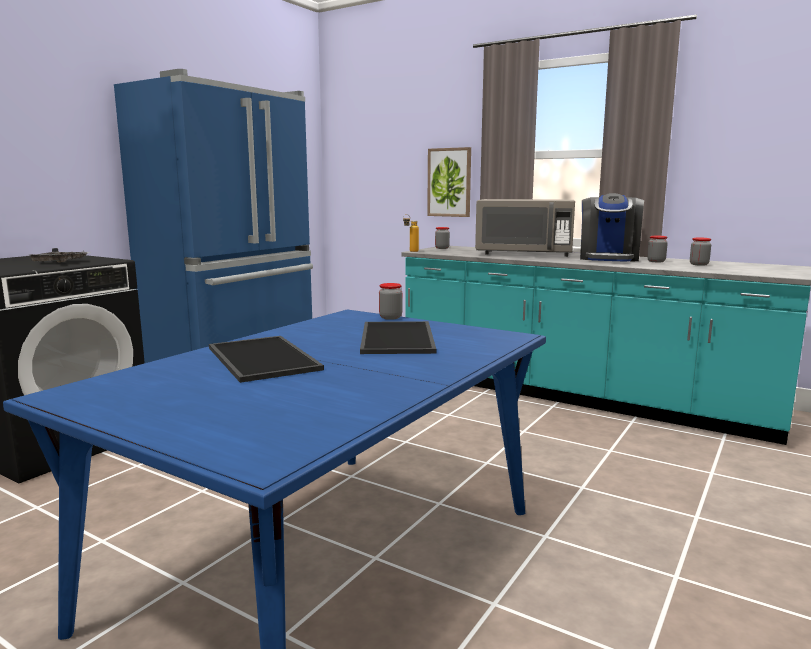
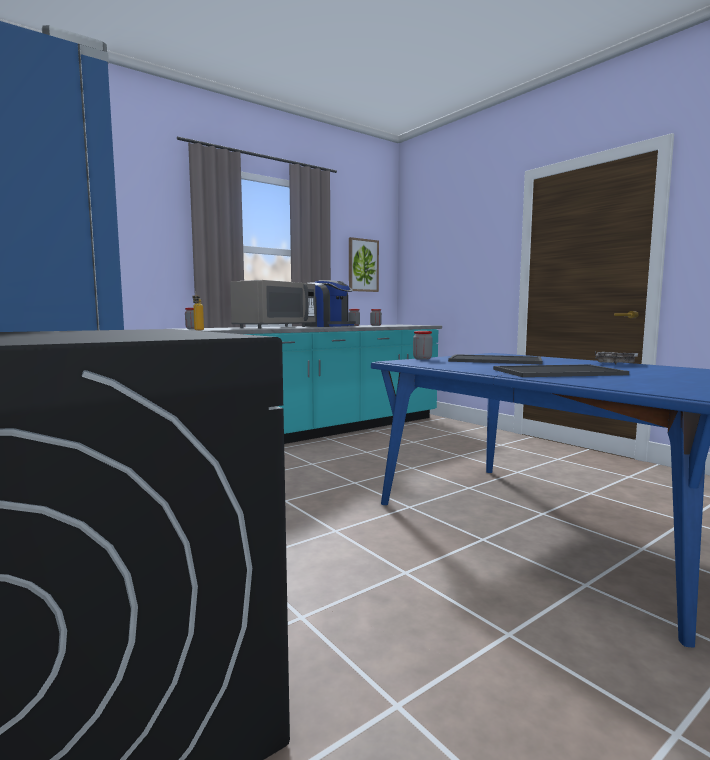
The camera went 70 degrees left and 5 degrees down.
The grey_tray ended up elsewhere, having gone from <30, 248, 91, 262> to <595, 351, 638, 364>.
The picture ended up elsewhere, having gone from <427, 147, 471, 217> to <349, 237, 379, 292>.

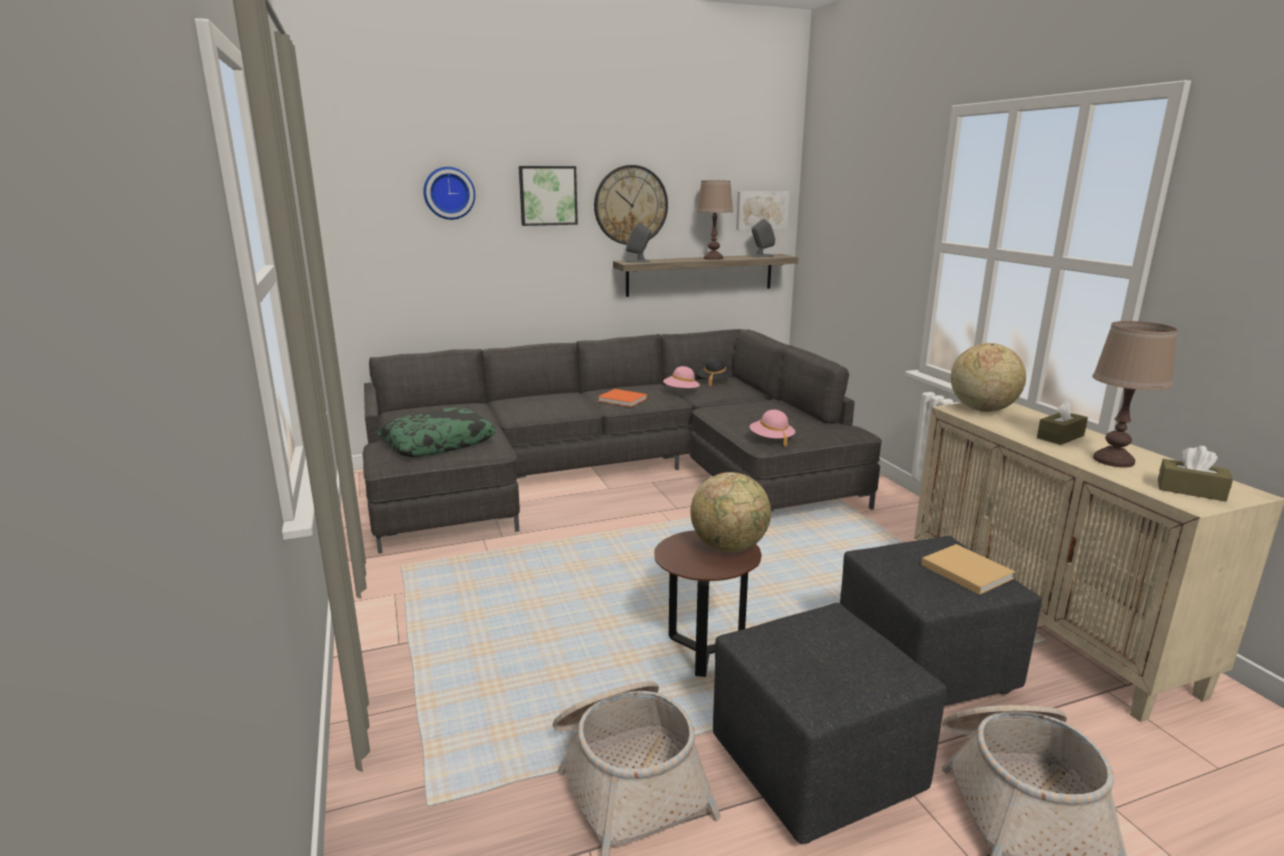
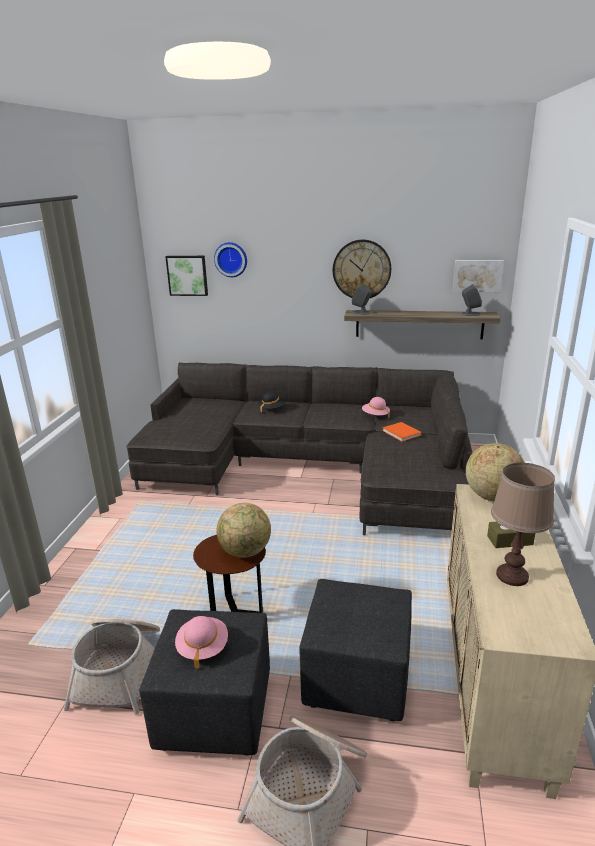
The camera went 30 degrees right and 5 degrees up.
The second view lost the pillow at <377, 408, 496, 457>.
The picture ended up elsewhere, having gone from <519, 166, 578, 226> to <165, 256, 208, 296>.
The orange_book ended up elsewhere, having gone from <598, 389, 647, 407> to <382, 422, 422, 442>.
The second view lost the brown_table_lamp at <697, 180, 733, 260>.
The black_hat ended up elsewhere, having gone from <698, 358, 733, 386> to <258, 391, 285, 413>.
The pink_hat ended up elsewhere, having gone from <750, 410, 795, 447> to <175, 616, 228, 669>.
The second view lost the beige_book at <921, 544, 1015, 595>.
The second view lost the brown_tissue_box at <1158, 446, 1233, 502>.

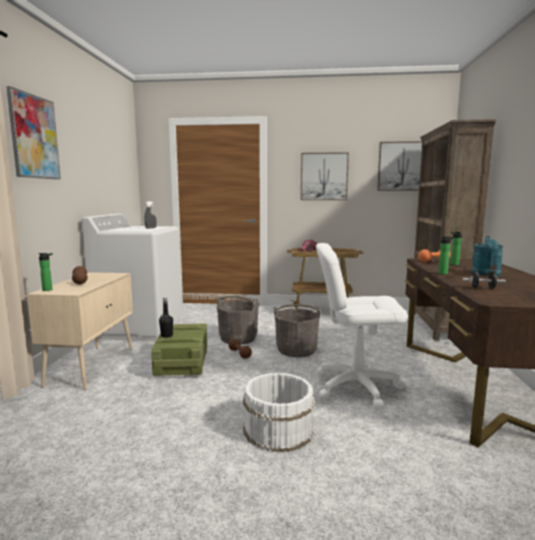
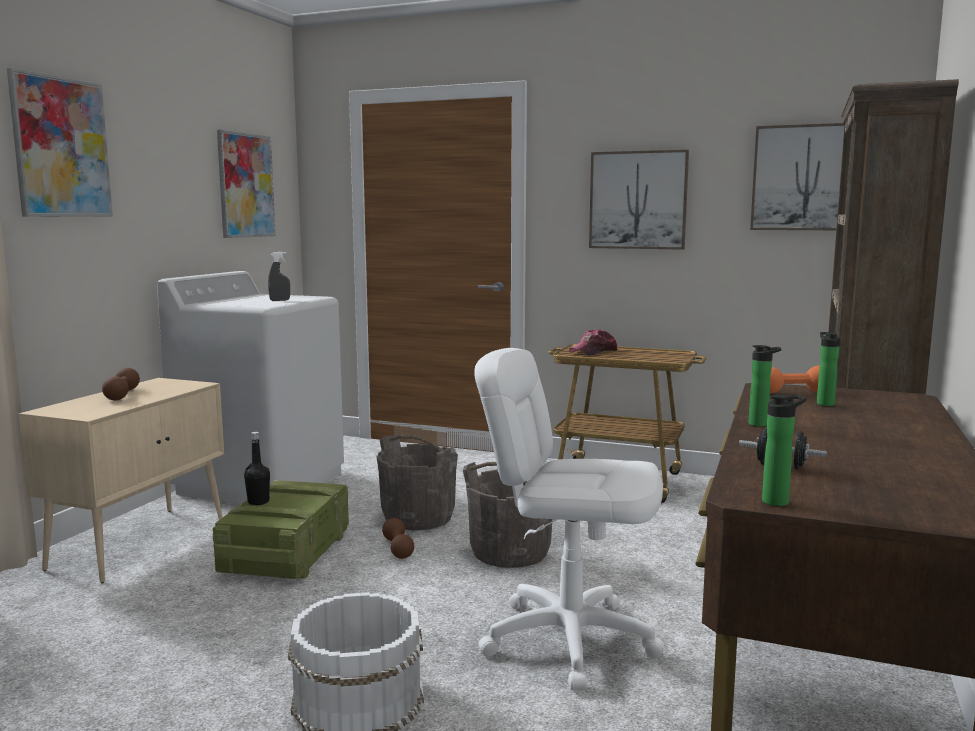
The camera went 15 degrees right and 0 degrees up.
The bottle ended up elsewhere, having gone from <38, 253, 53, 291> to <762, 394, 807, 506>.
The second view lost the turquoise_watering_can at <472, 236, 503, 276>.
The second view gained the picture at <217, 130, 276, 238>.

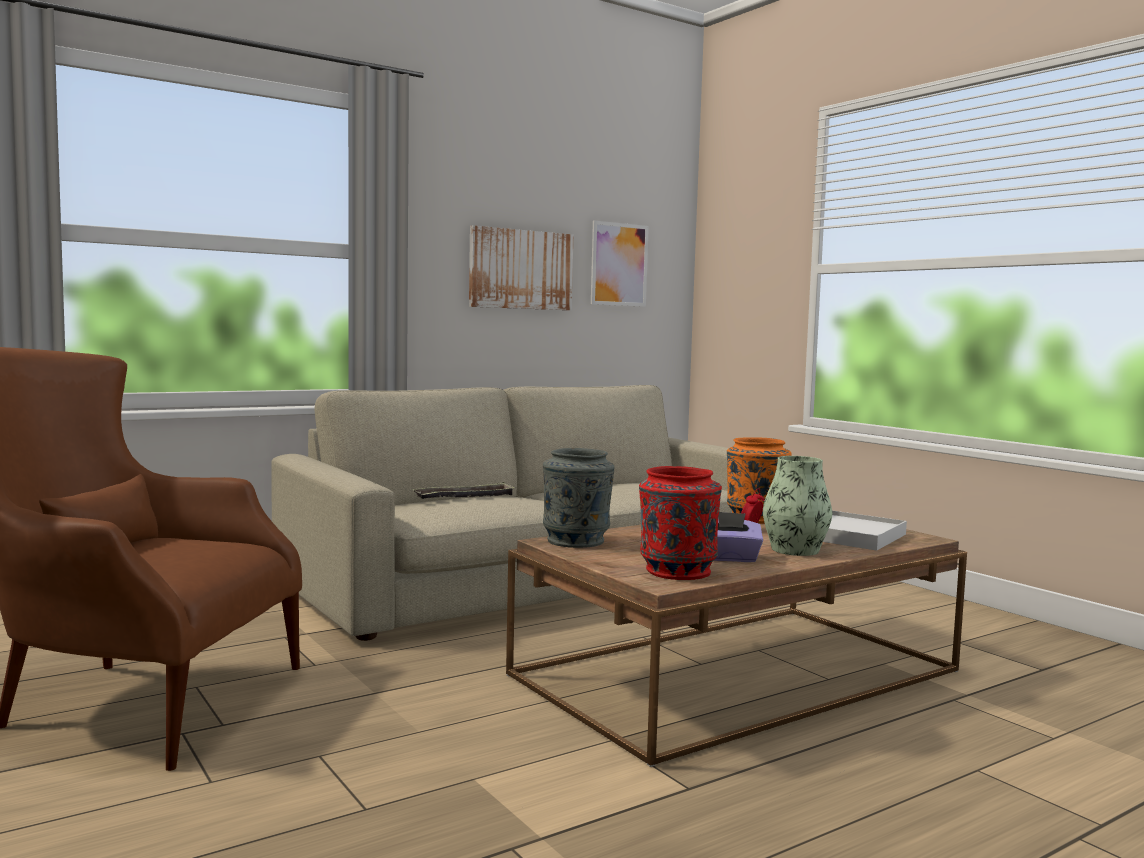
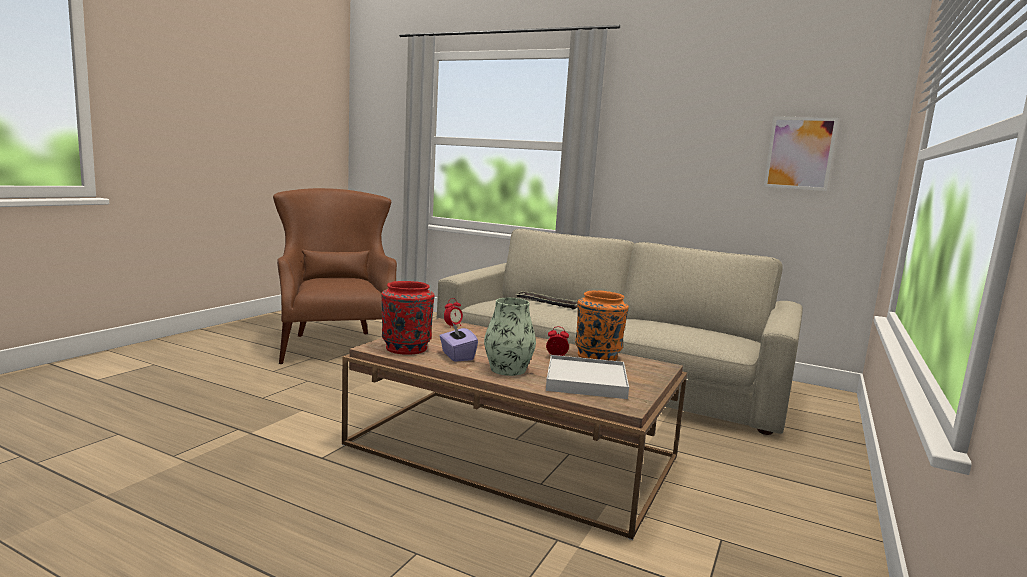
The camera went 60 degrees right and 5 degrees up.
The second view lost the picture at <469, 225, 573, 310>.
Where the grey_vase stood at <543, 448, 614, 548>, the alarm_clock came to stand at <444, 298, 463, 328>.

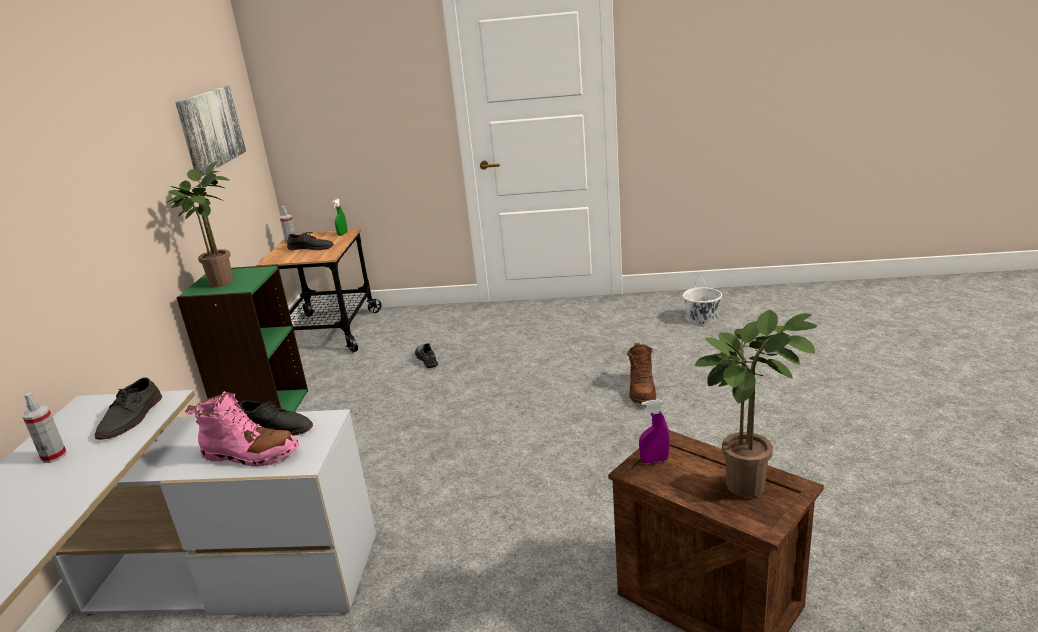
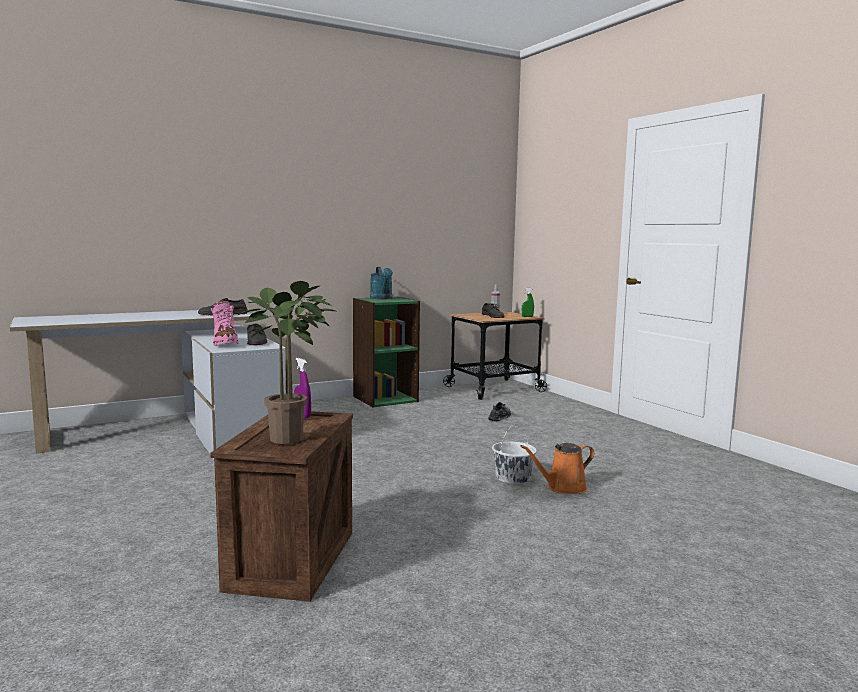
The camera went 55 degrees right and 15 degrees down.
The second view lost the spray_bottle at <22, 392, 67, 463>.
Where the potted_plant stood at <166, 161, 233, 287>, the turquoise_watering_can came to stand at <370, 267, 393, 299>.
The second view lost the picture at <175, 85, 246, 176>.
Where the brown_boot stood at <627, 342, 656, 404>, the orange_watering_can came to stand at <520, 443, 594, 494>.
The white_bucket ended up elsewhere, having gone from <683, 276, 722, 324> to <492, 425, 537, 484>.

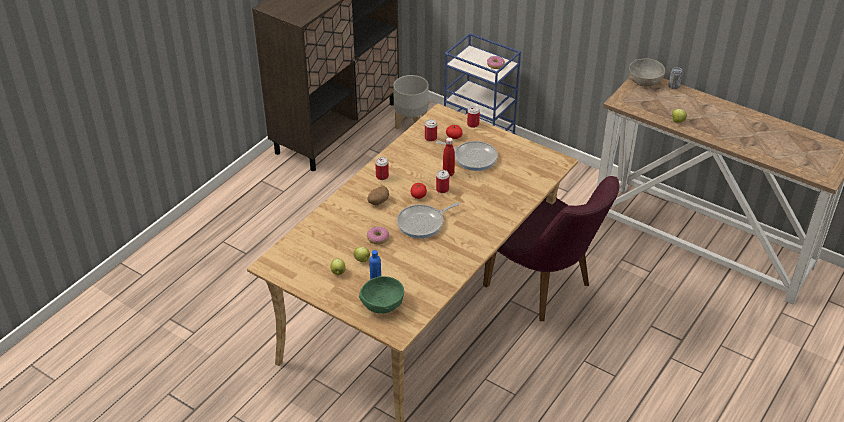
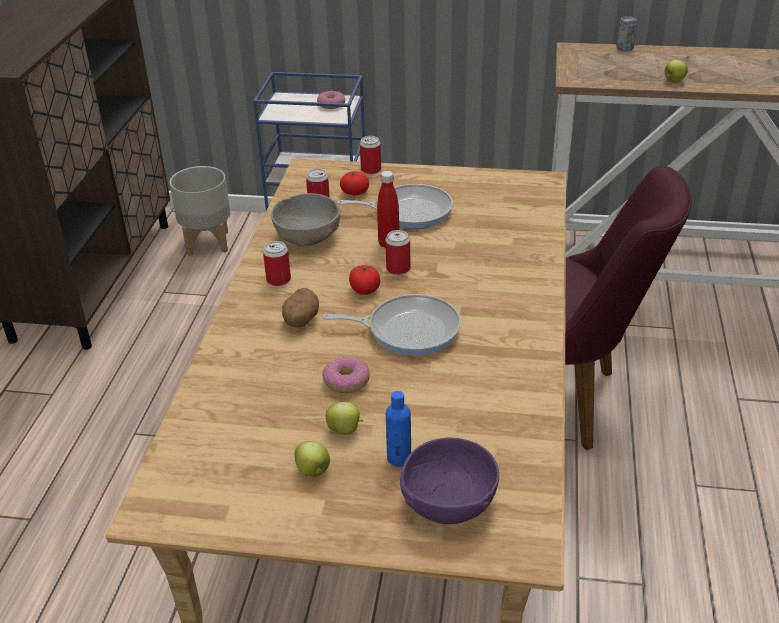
The camera went 25 degrees left and 5 degrees down.
What was the green_bowl at <359, 276, 404, 313> turned into the purple_bowl at <400, 437, 499, 524>.
The frying_pan at <397, 202, 460, 238> ended up facing another way, 120 degrees counterclockwise from before.
The grey_bowl ended up elsewhere, having gone from <629, 58, 665, 87> to <271, 193, 341, 246>.

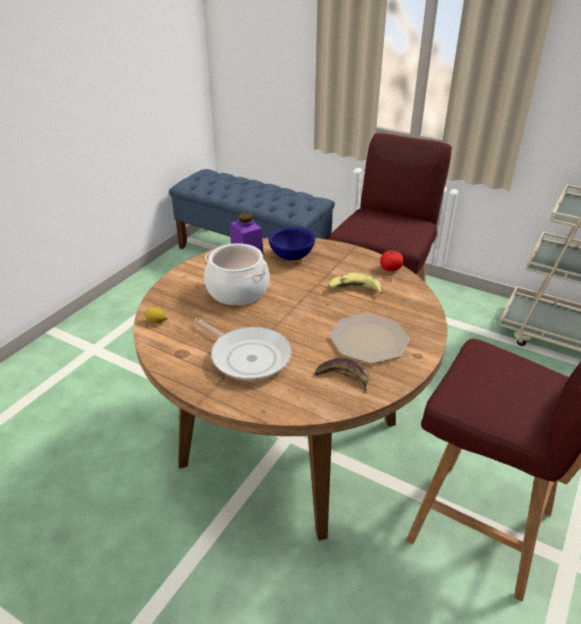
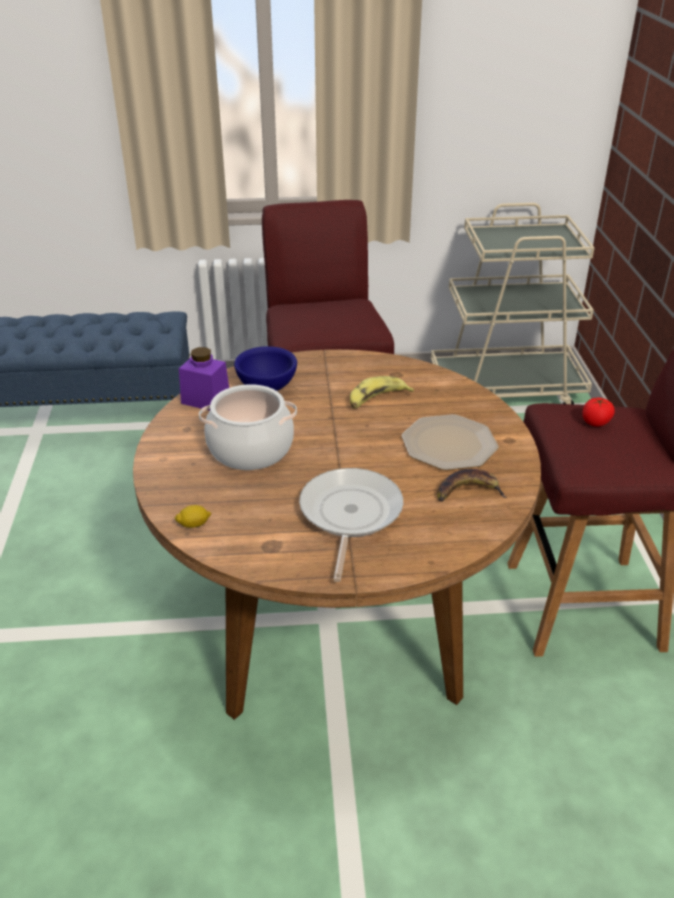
The camera went 35 degrees left and 0 degrees up.
The frying_pan at <194, 318, 292, 381> ended up facing another way, 90 degrees counterclockwise from before.
The tomato ended up elsewhere, having gone from <380, 250, 404, 271> to <582, 398, 615, 427>.

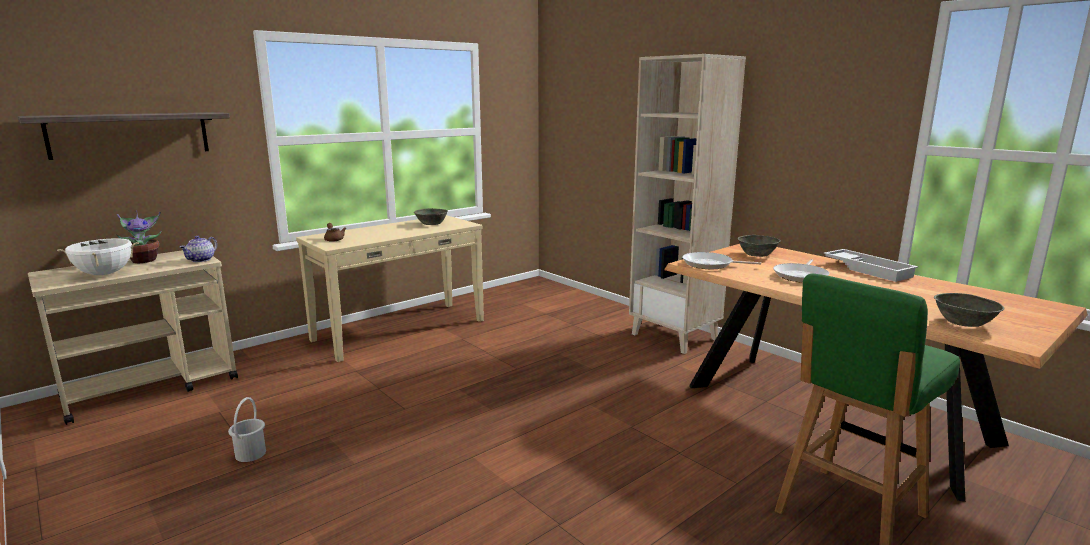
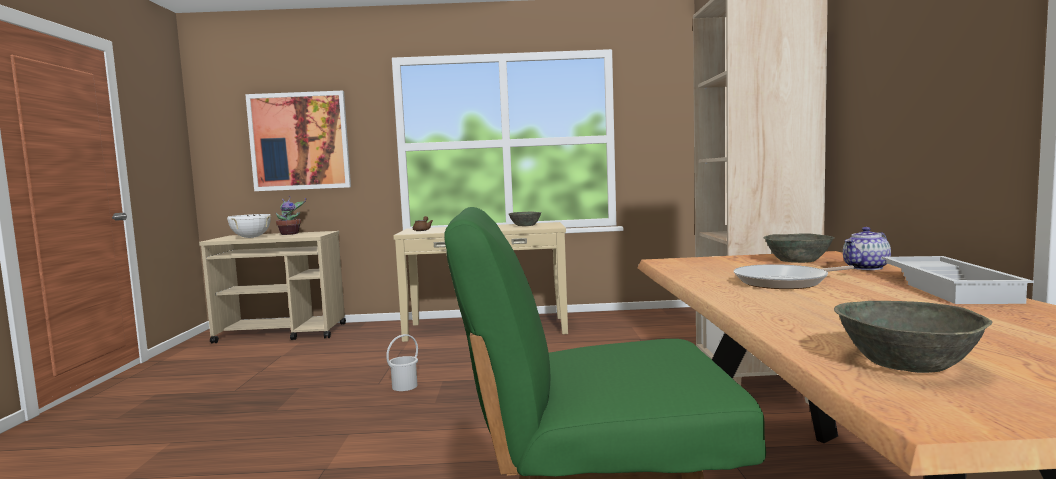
The camera went 40 degrees right and 10 degrees down.
Where the shelf hung at <18, 112, 230, 160>, the picture came to hang at <245, 91, 351, 191>.
The teapot ended up elsewhere, having gone from <180, 236, 217, 262> to <843, 227, 891, 270>.
The white_bucket ended up elsewhere, having gone from <228, 397, 266, 462> to <386, 334, 418, 391>.
The second view lost the frying_pan at <682, 252, 761, 269>.

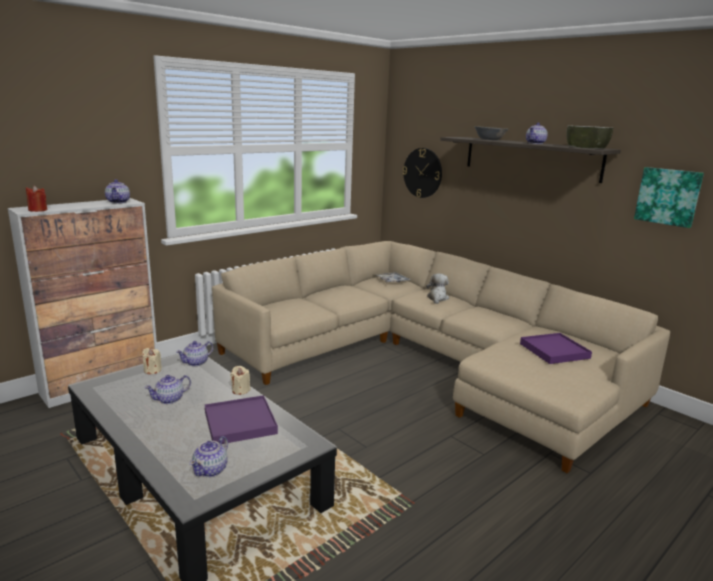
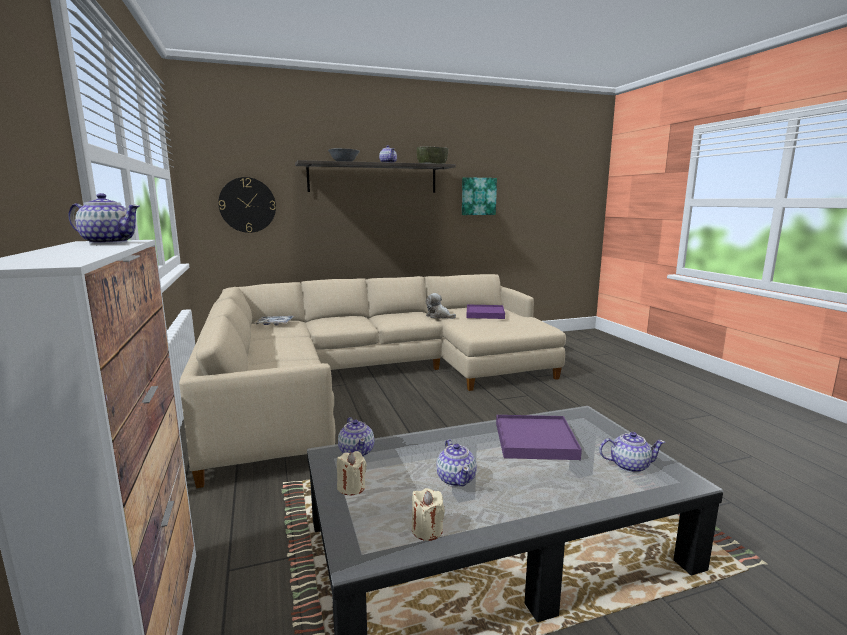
The camera went 65 degrees left and 5 degrees down.
The second view lost the red_candle at <26, 185, 47, 212>.
The teapot at <190, 436, 228, 477> ended up facing another way, 45 degrees counterclockwise from before.
The beige_candle ended up elsewhere, having gone from <230, 366, 250, 395> to <412, 488, 445, 541>.
The plush_toy ended up elsewhere, having gone from <426, 273, 449, 304> to <426, 293, 456, 319>.

